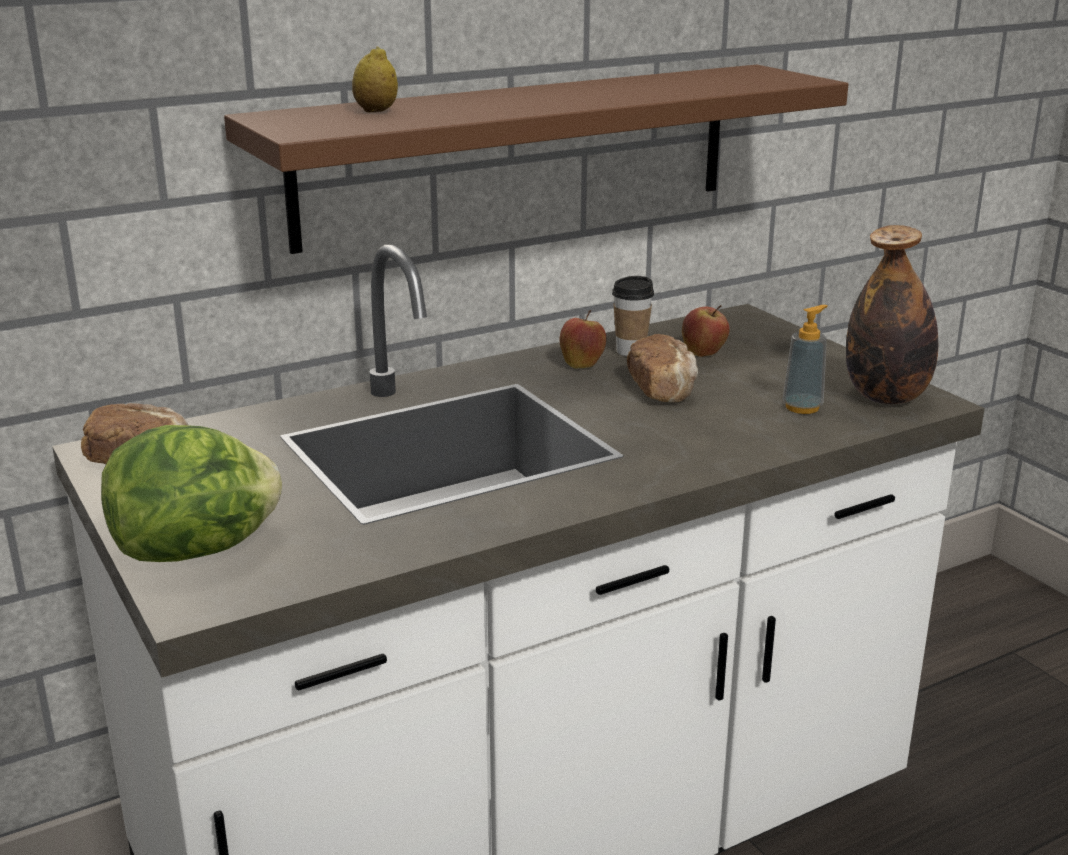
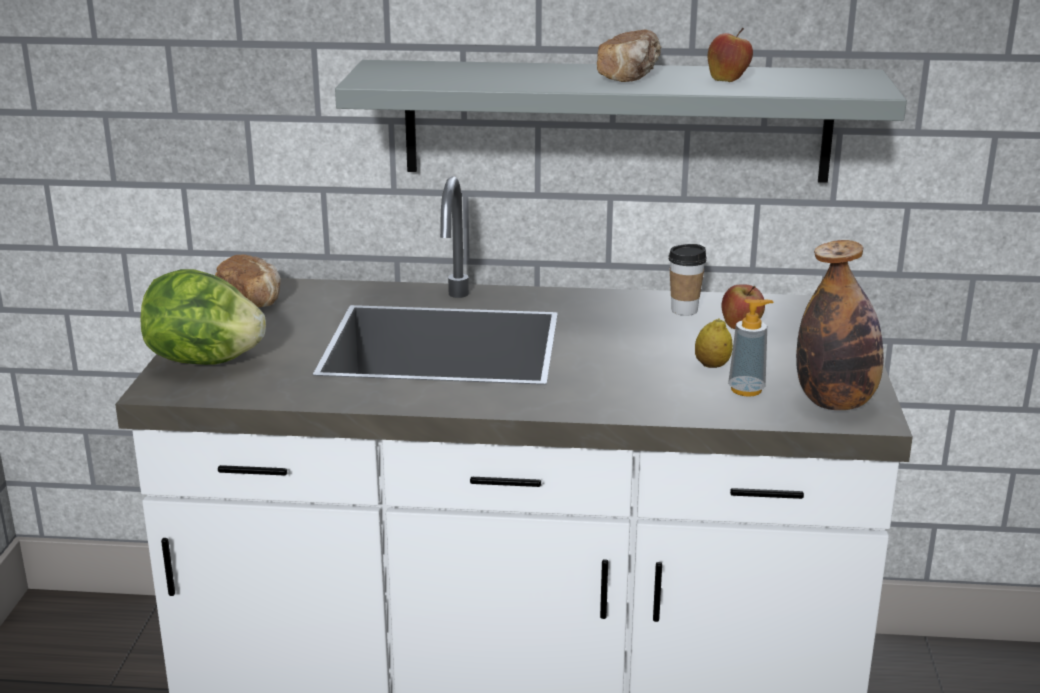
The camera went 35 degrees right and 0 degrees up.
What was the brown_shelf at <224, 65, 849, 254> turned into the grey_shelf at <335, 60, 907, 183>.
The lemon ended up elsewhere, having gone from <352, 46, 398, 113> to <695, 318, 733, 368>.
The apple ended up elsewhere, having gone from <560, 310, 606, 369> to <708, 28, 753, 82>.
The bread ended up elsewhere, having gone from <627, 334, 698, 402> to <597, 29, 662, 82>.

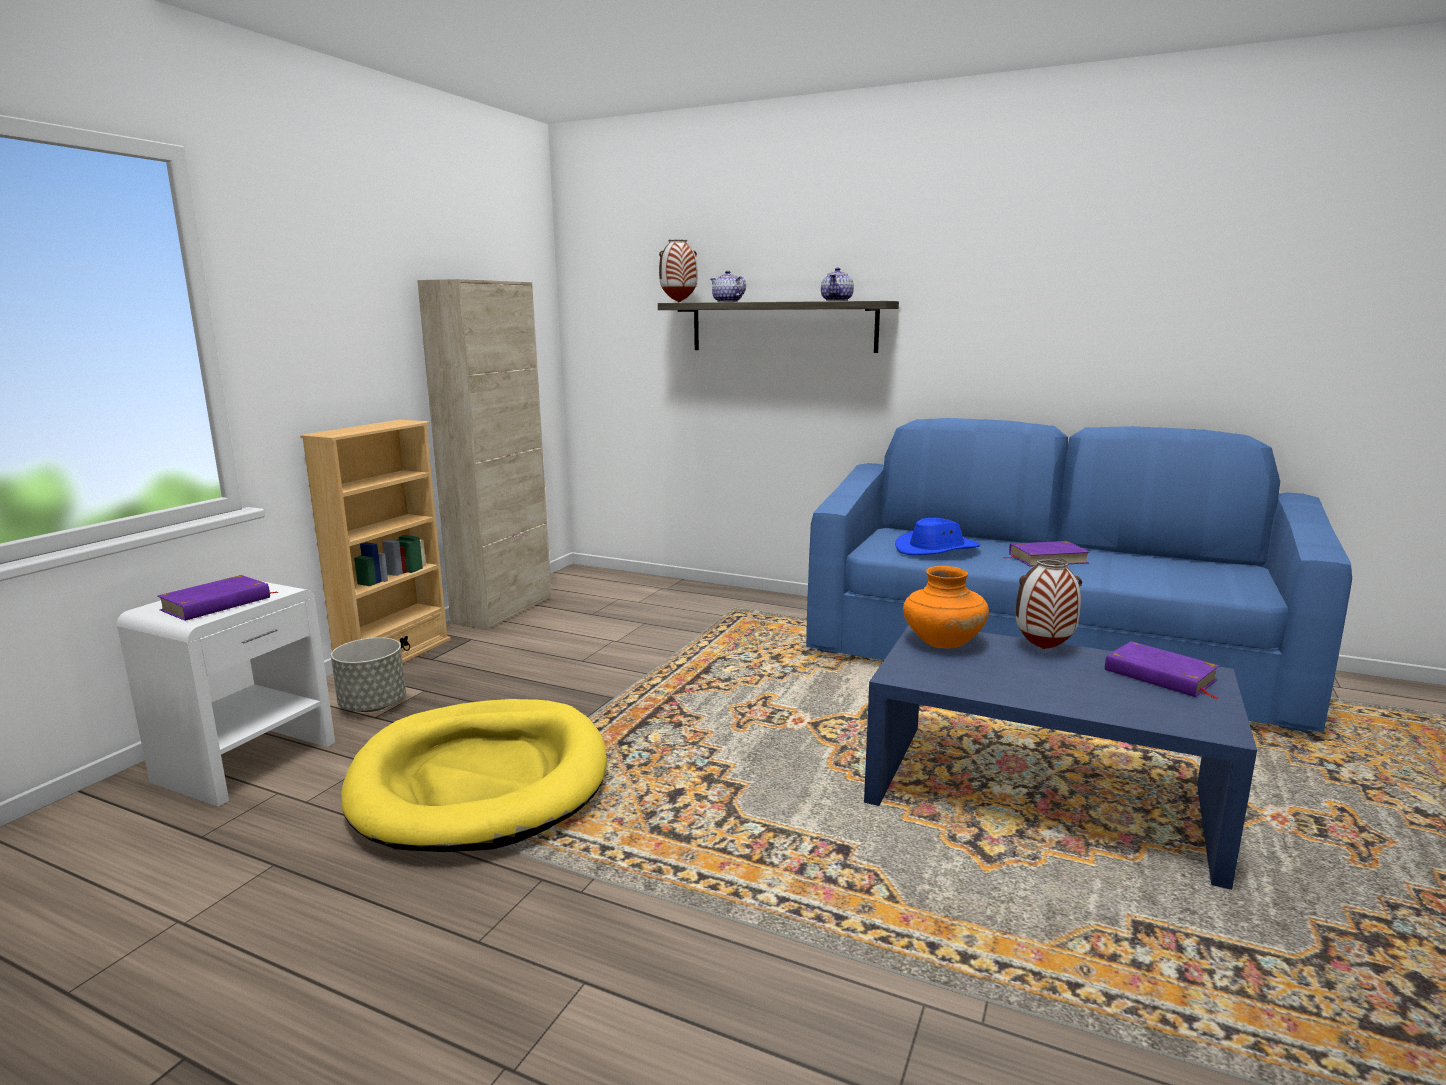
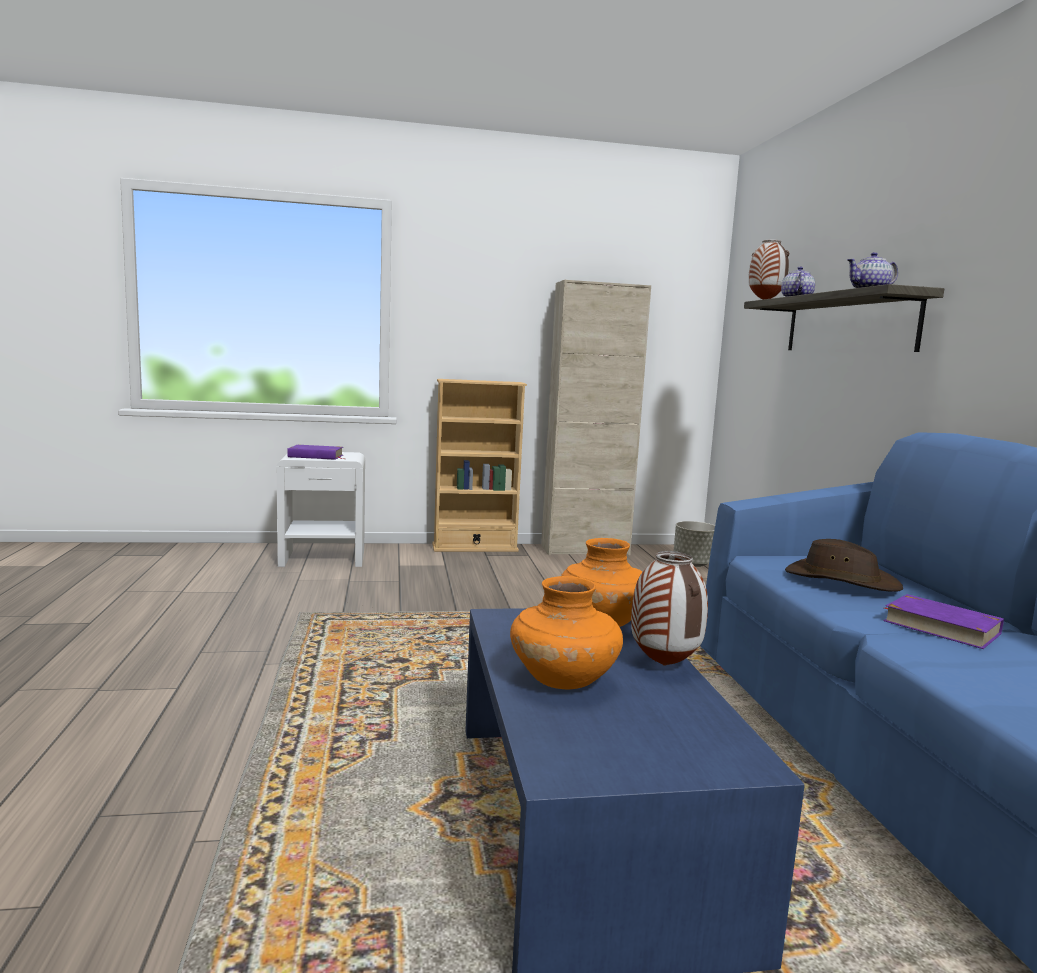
The camera went 55 degrees right and 5 degrees down.
The grey_planter ended up elsewhere, having gone from <331, 637, 406, 712> to <674, 521, 715, 567>.
The second view lost the yellow_dog_bed at <341, 699, 607, 852>.
What was the blue_hat at <895, 518, 980, 555> turned into the brown_hat at <785, 539, 903, 592>.
The second view lost the purple_book at <1105, 641, 1220, 699>.
The second view gained the orange_vase at <510, 576, 623, 690>.

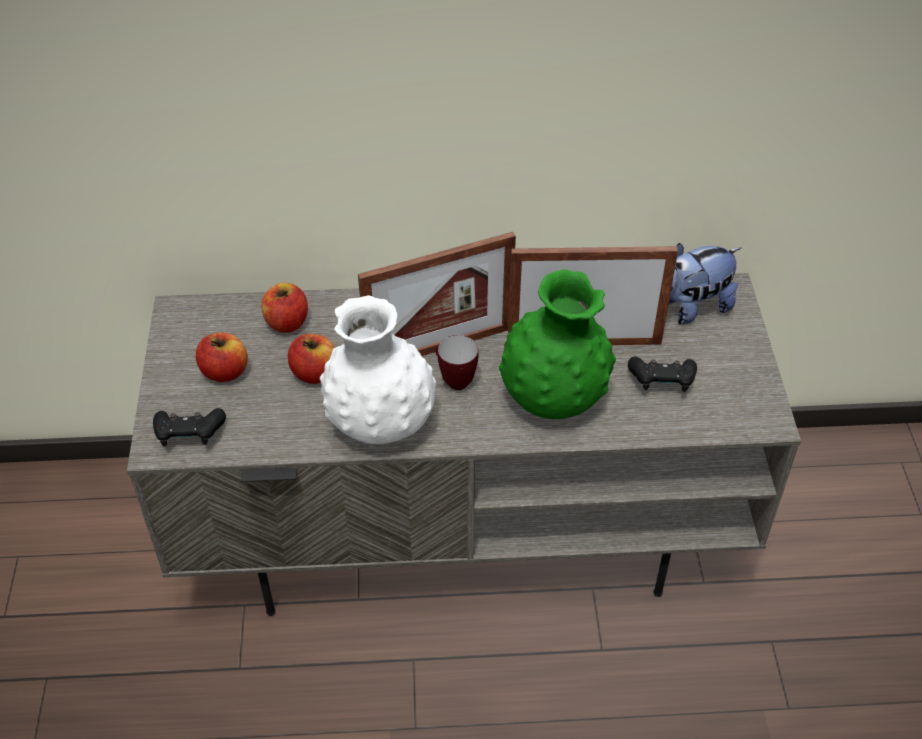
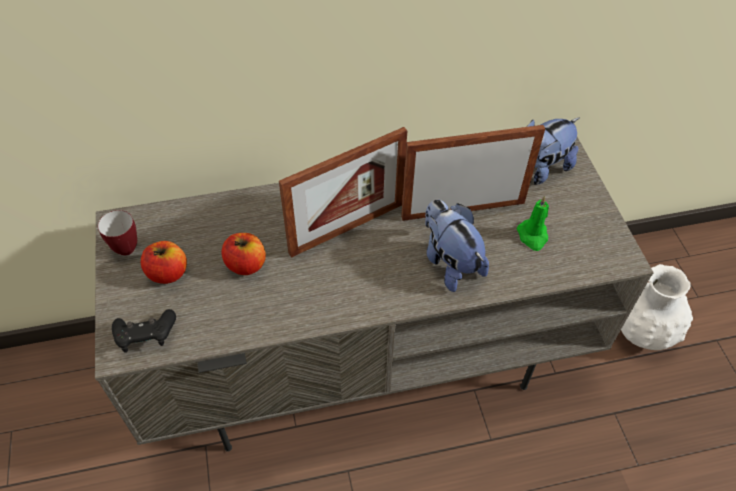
The camera went 10 degrees left and 5 degrees up.
The second view lost the apple at <261, 283, 308, 333>.
The white_vase ended up elsewhere, having gone from <320, 295, 436, 444> to <621, 264, 693, 350>.
The mug ended up elsewhere, having gone from <436, 335, 478, 390> to <98, 210, 137, 256>.
Where the green_vase stood at <499, 269, 616, 419>, the plush_toy came to stand at <425, 199, 489, 292>.
Where the black_game_controller stood at <628, 356, 697, 392>, the green_candle came to stand at <517, 196, 549, 251>.

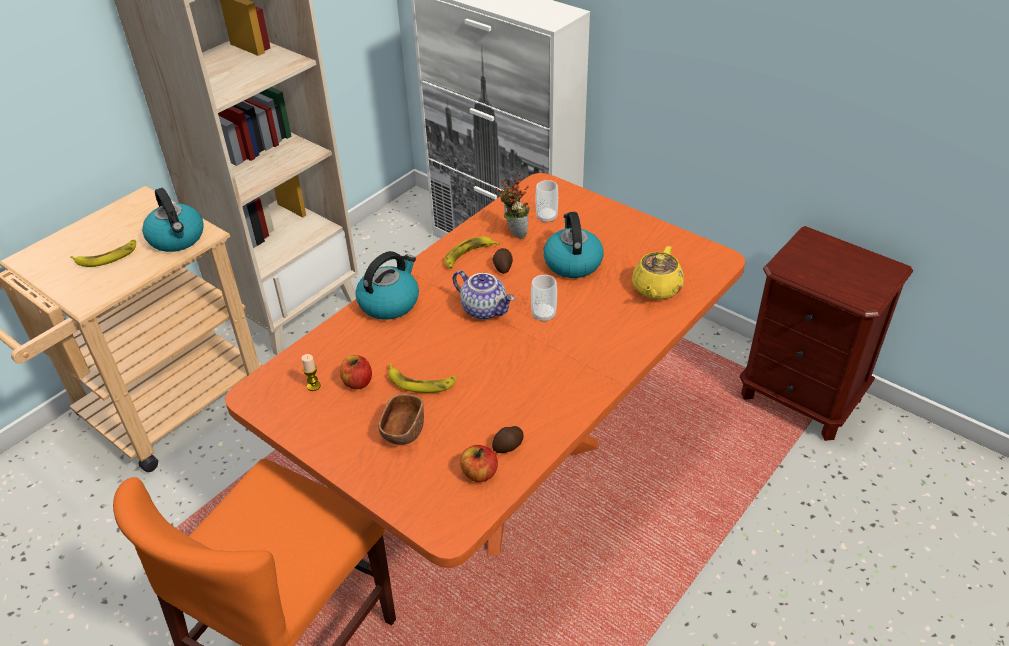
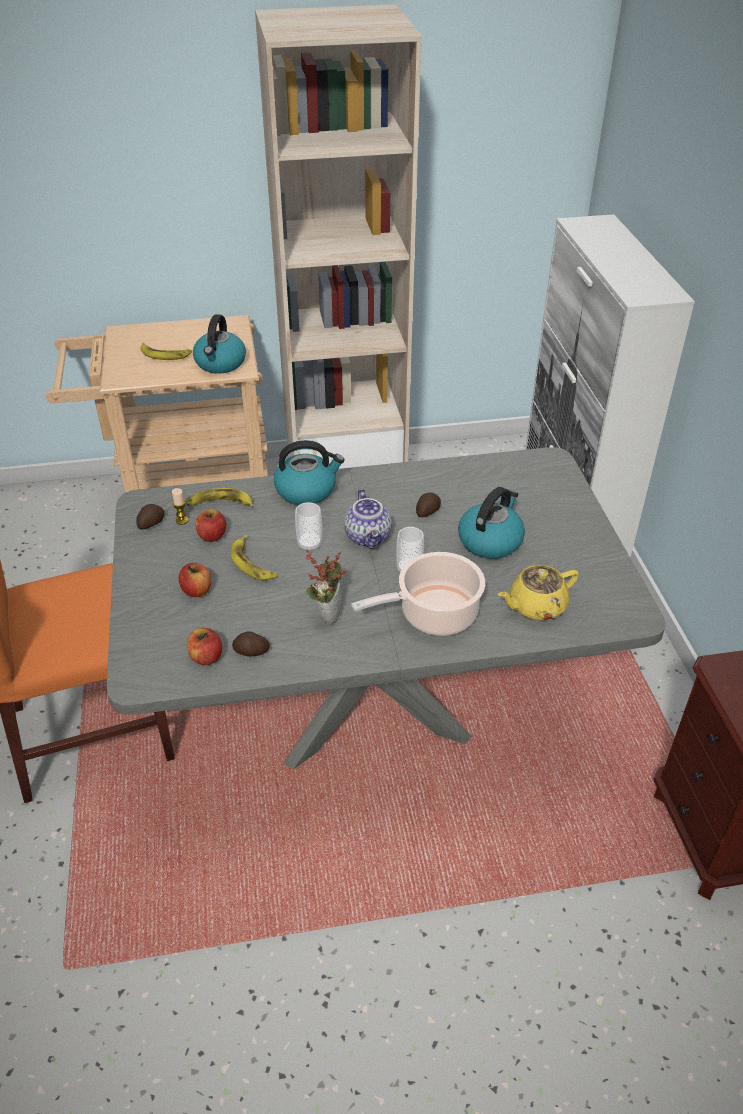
The camera went 40 degrees right and 0 degrees up.
What was the orange_dining_table at <225, 173, 745, 568> turned into the grey_dining_table at <107, 447, 666, 769>.
Where the brown_bowl stood at <378, 394, 424, 445>, the apple came to stand at <179, 563, 211, 597>.
The banana ended up elsewhere, having gone from <444, 237, 500, 269> to <187, 488, 254, 508>.
The potted_plant ended up elsewhere, having gone from <495, 173, 530, 239> to <306, 549, 346, 626>.
The cup ended up elsewhere, having gone from <536, 180, 558, 223> to <295, 502, 323, 552>.
The second view gained the potato at <136, 504, 164, 529>.
The second view gained the cooking_pot at <351, 552, 485, 636>.

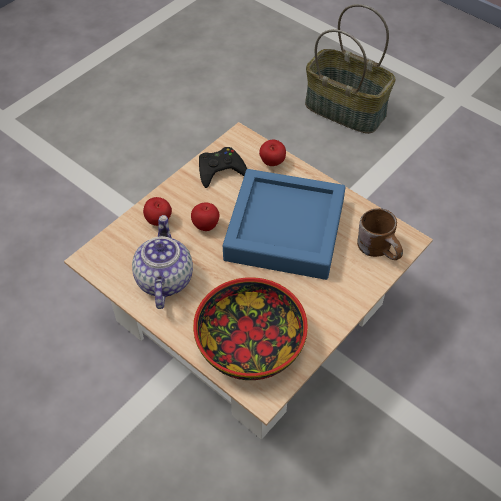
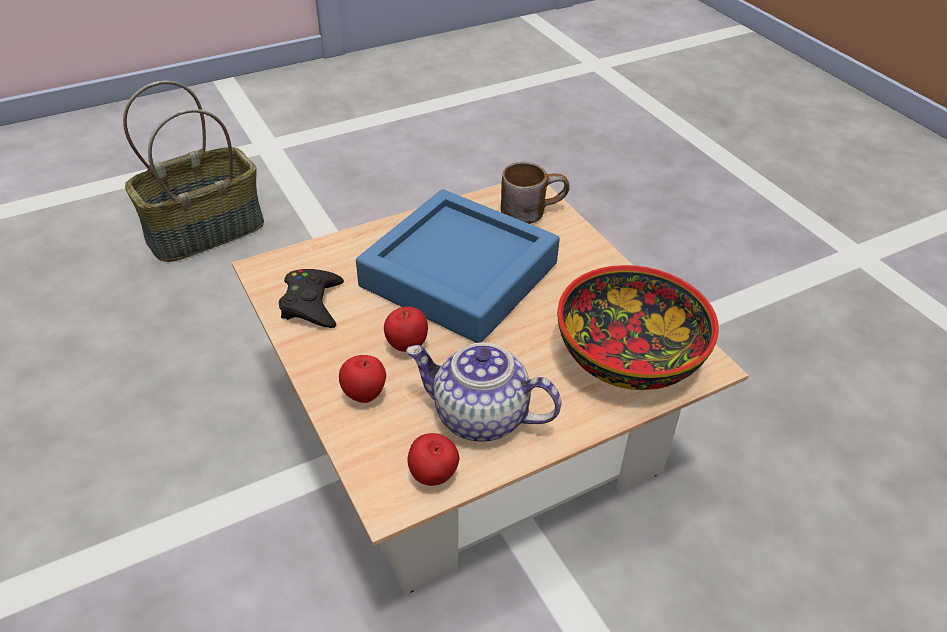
The camera went 70 degrees left and 10 degrees down.
The apple ended up elsewhere, having gone from <259, 140, 286, 166> to <408, 433, 459, 486>.

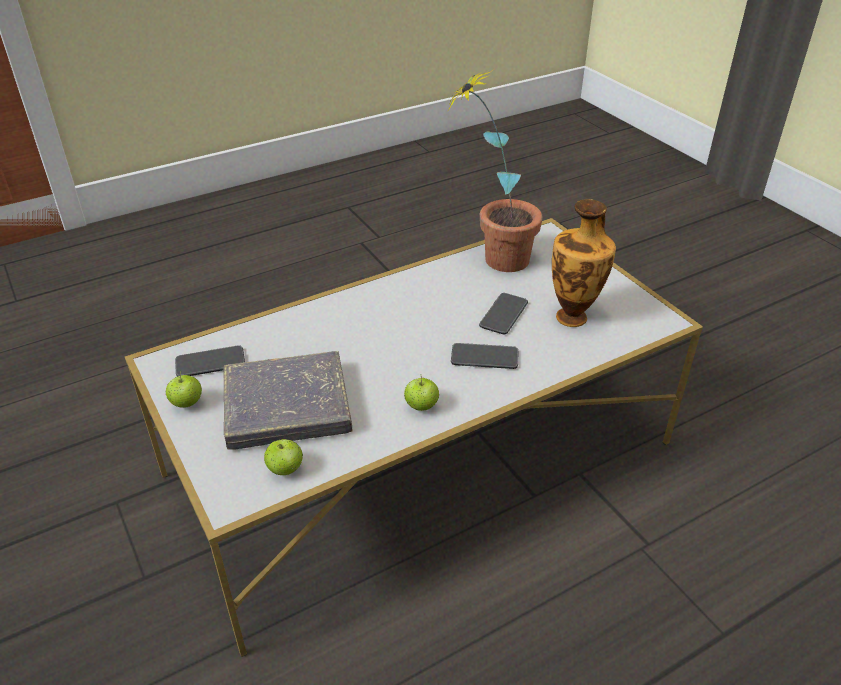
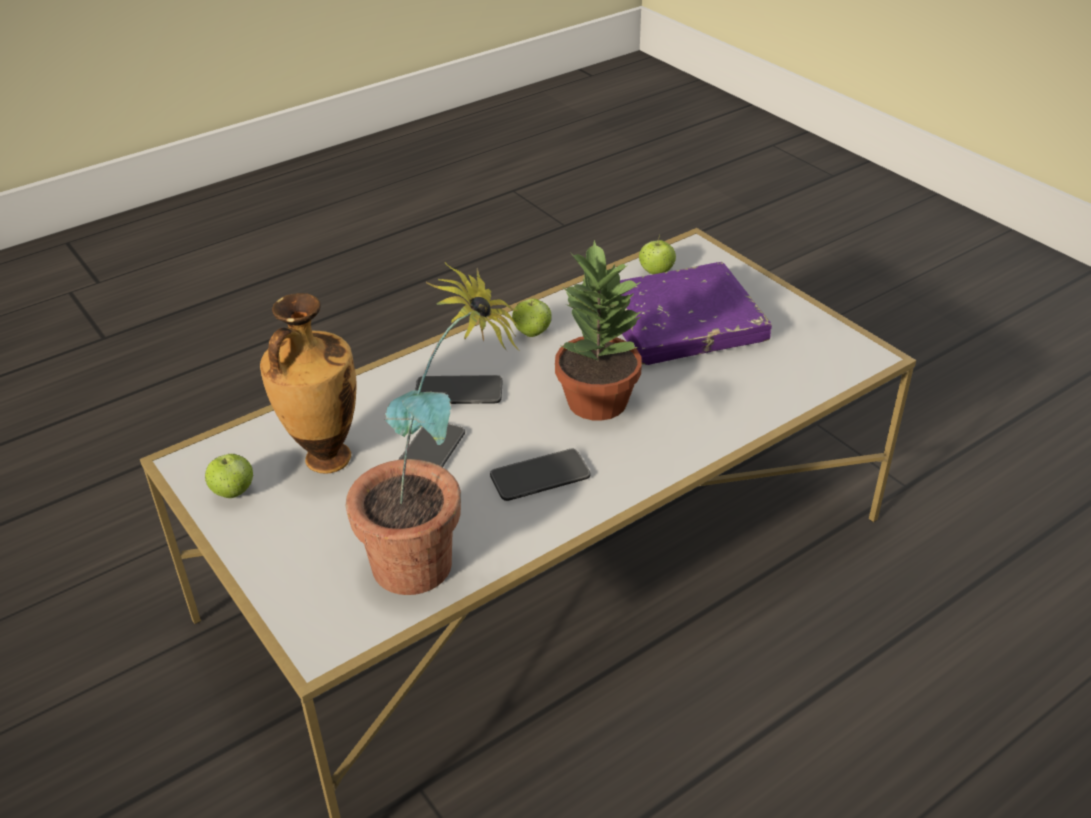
The camera went 175 degrees right and 0 degrees up.
The apple ended up elsewhere, having gone from <165, 371, 202, 408> to <205, 453, 253, 498>.
The phone ended up elsewhere, having gone from <175, 345, 245, 376> to <490, 449, 590, 501>.
What was the grey_book at <224, 351, 352, 450> turned into the purple_book at <620, 262, 772, 365>.
The second view gained the potted_plant at <555, 240, 642, 421>.

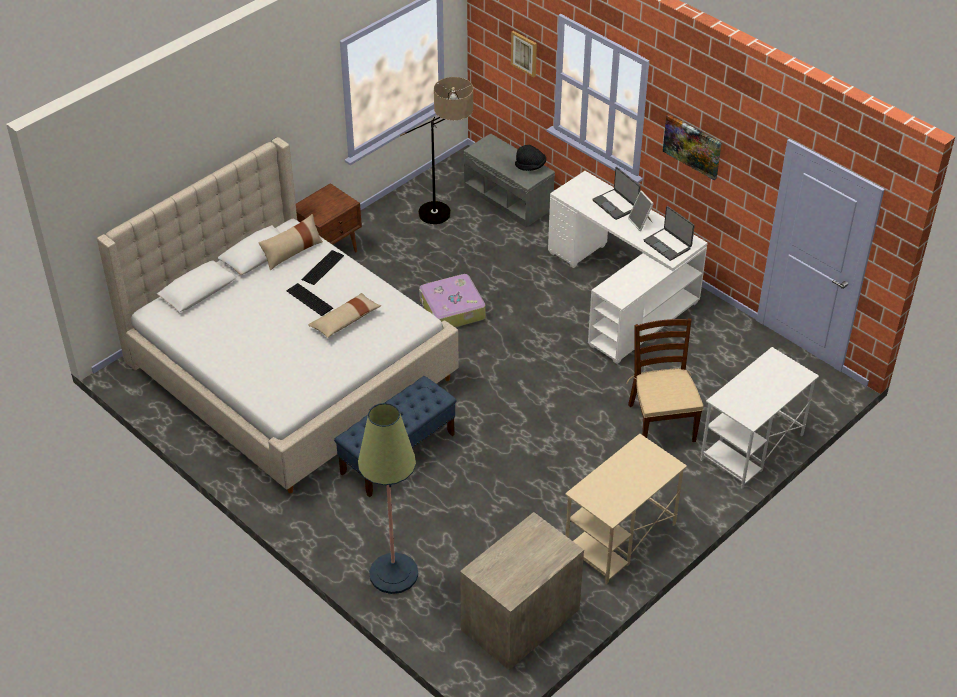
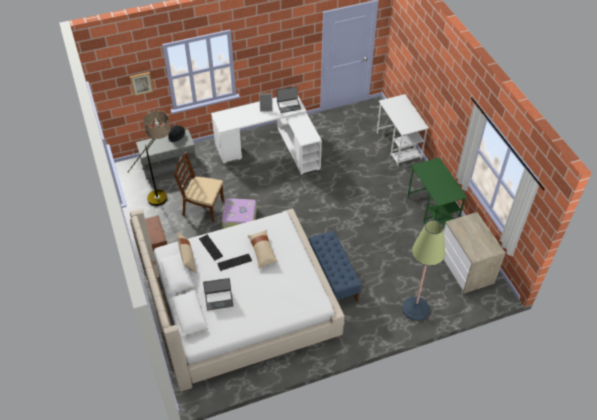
The camera went 65 degrees left and 5 degrees up.
What was the beige_desk at <565, 434, 687, 584> turned into the green_desk at <407, 157, 467, 227>.
The laptop ended up elsewhere, having gone from <592, 167, 641, 220> to <203, 278, 233, 310>.
The brown_chair ended up elsewhere, having gone from <626, 318, 703, 442> to <174, 152, 224, 222>.
The second view lost the picture at <663, 114, 722, 180>.

